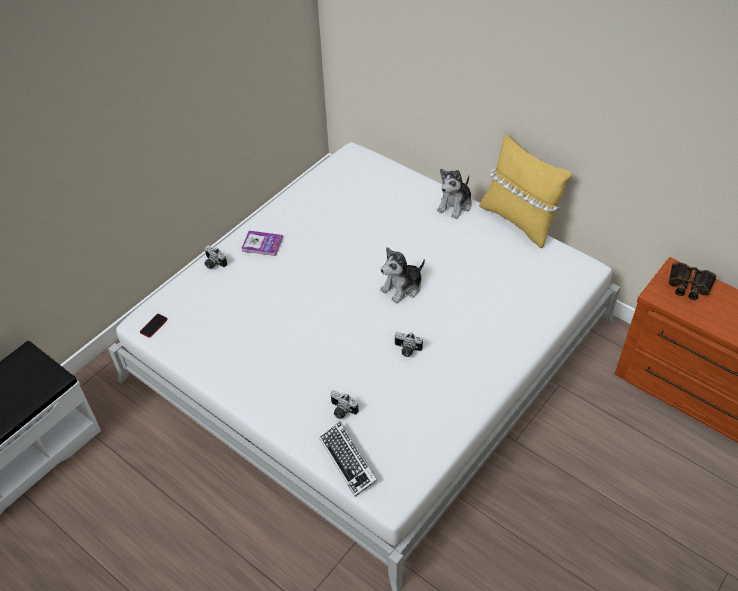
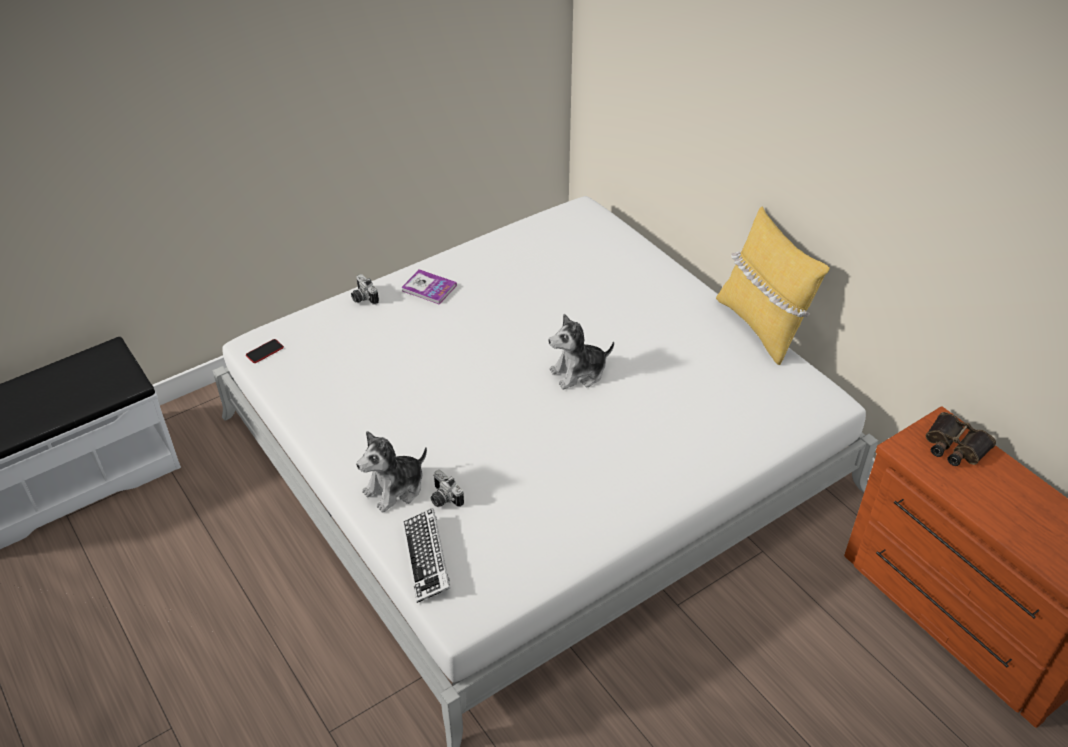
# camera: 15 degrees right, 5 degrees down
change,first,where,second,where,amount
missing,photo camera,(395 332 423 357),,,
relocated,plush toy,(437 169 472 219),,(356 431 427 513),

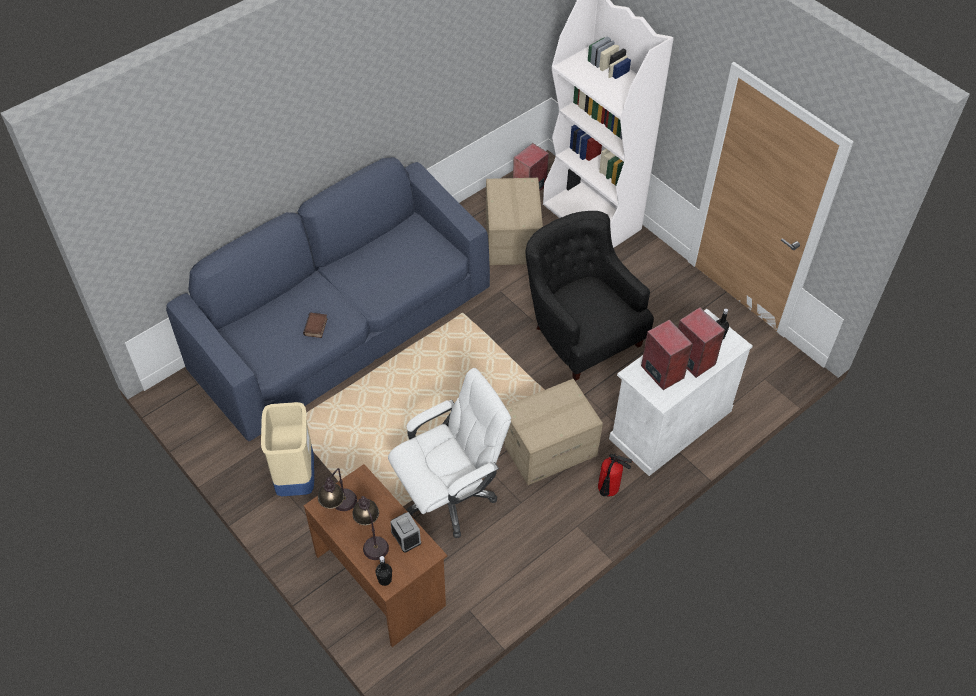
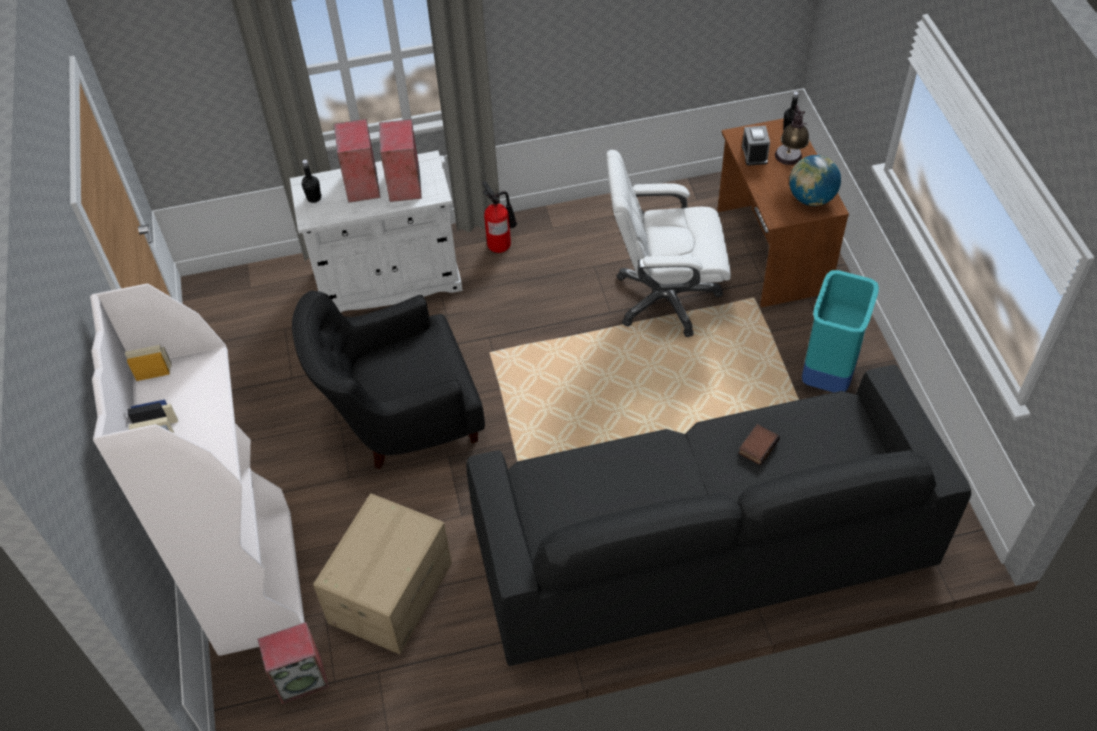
# camera: 150 degrees left, 0 degrees up
change,first,where,second,where,amount
colour,blue-coloured sofa,(166 157 490 442),black-coloured sofa,(466 365 971 666),
colour,beige-coloured waste bin,(261 402 314 496),turquoise-coloured waste bin,(802 270 879 393),
exchanged,lamp for a table,(318 468 357 511),desk globe,(789 155 841 206),
missing,cardboard box,(503 379 603 485),,,
spun,black-coloured armchair,(526 211 654 381),,(292 290 485 469),75 degrees clockwise

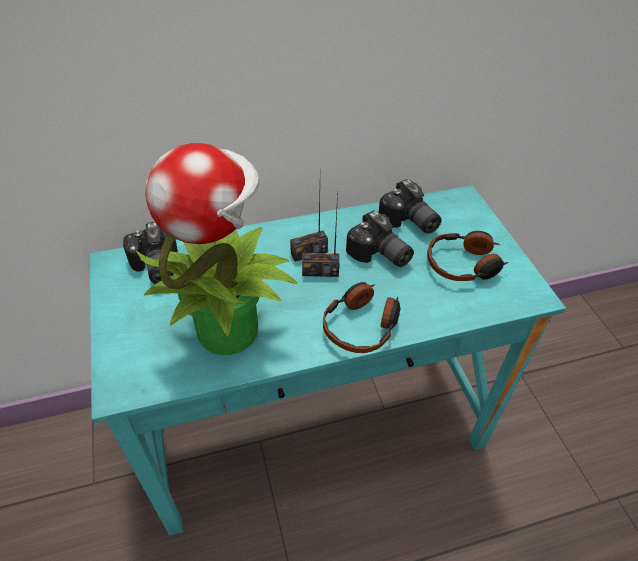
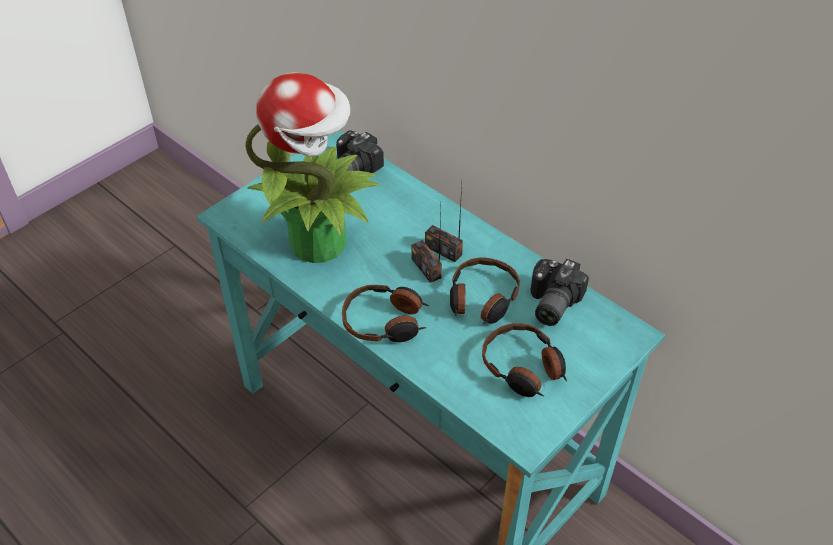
# camera: 60 degrees right, 0 degrees up
change,first,where,second,where,amount
exchanged,photo camera,(346 210 414 267),headset,(450 258 520 324),

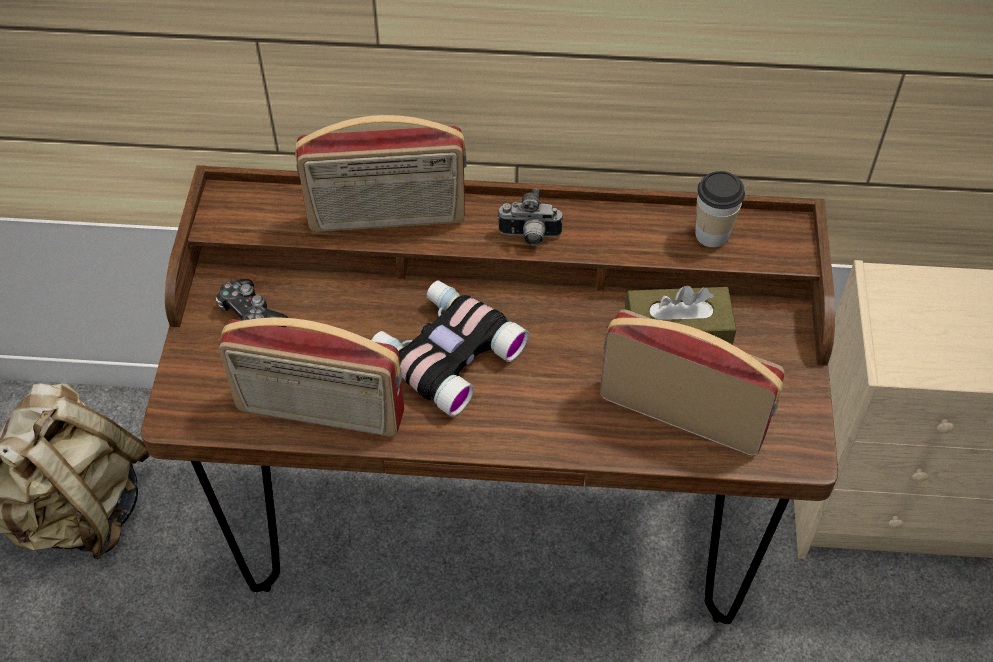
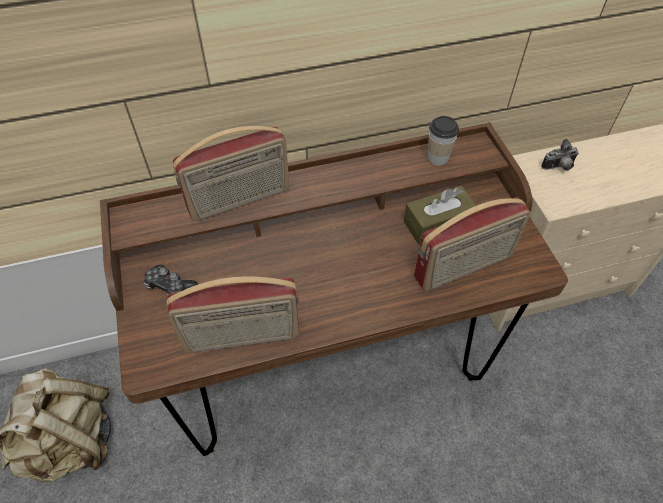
# camera: 20 degrees left, 0 degrees up
change,first,where,second,where,amount
missing,field glasses,(371 280 529 417),,,
relocated,photo camera,(497 189 563 245),,(541 139 579 171),
spun,radio,(600 310 785 456),,(414 197 531 291),150 degrees clockwise

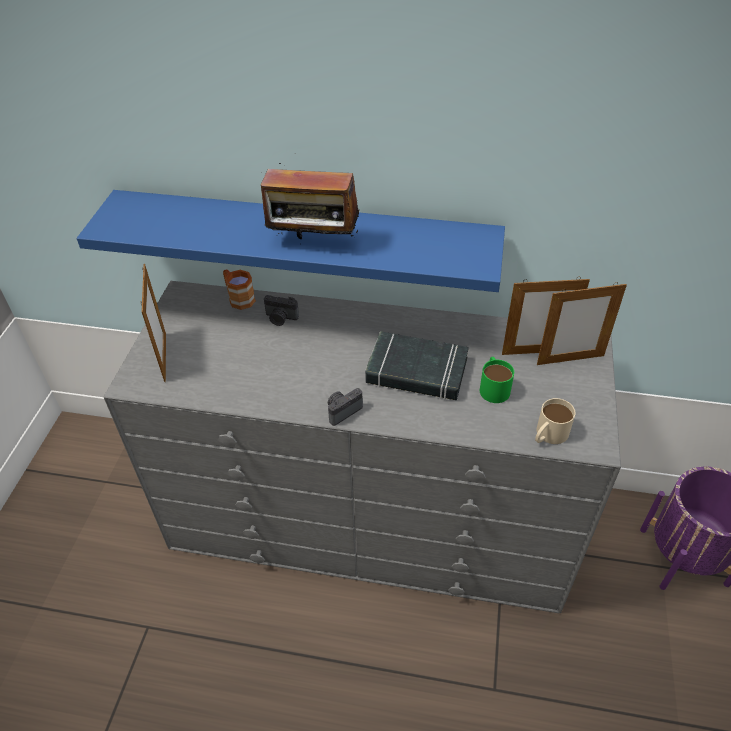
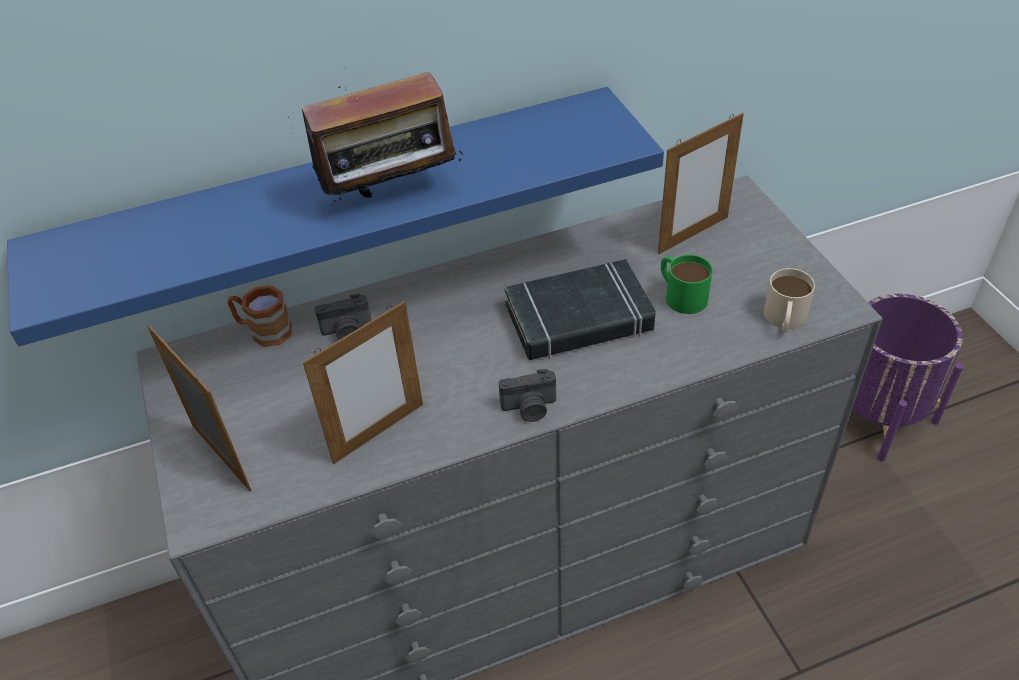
# camera: 30 degrees left, 0 degrees up
change,first,where,second,where,amount
spun,photo camera,(328 388 363 426),,(499 369 556 422),120 degrees counterclockwise
relocated,picture frame,(537 282 627 365),,(303 301 423 464),

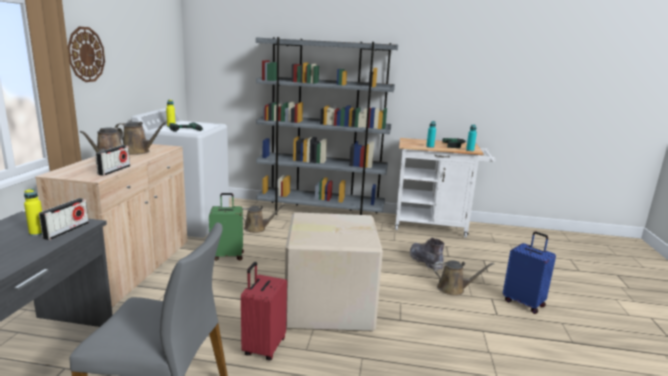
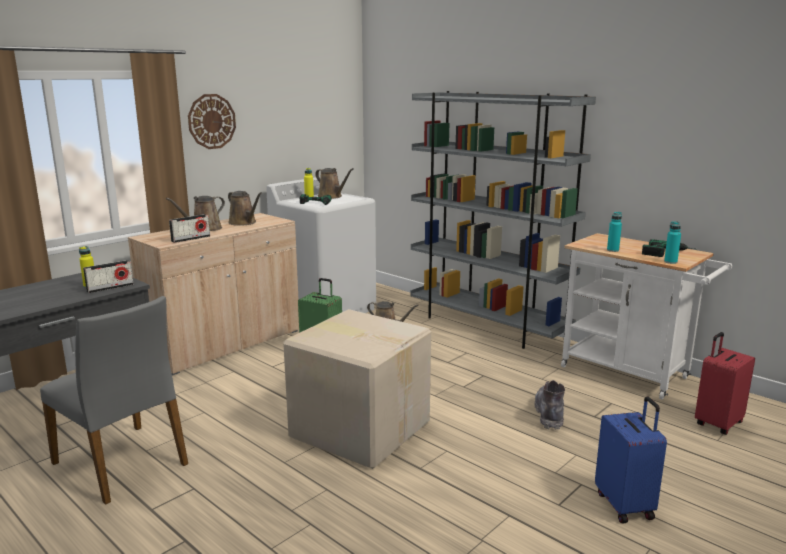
# camera: 35 degrees right, 0 degrees up
change,first,where,second,where,amount
relocated,reddish piece of luggage,(241 262 287 360),,(695 332 755 435),
relocated,brownish watering can,(433 260 494 296),,(315 168 354 199),

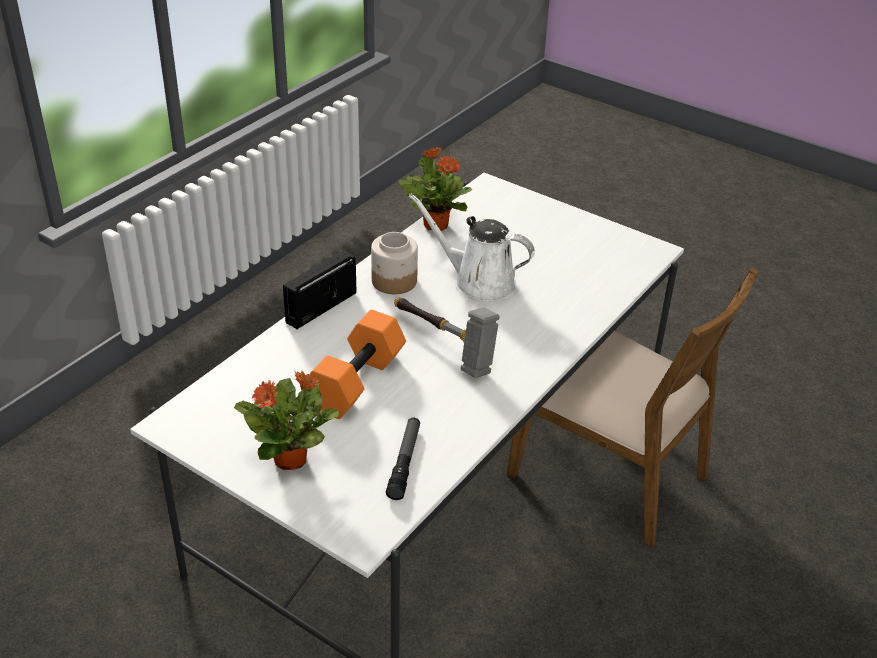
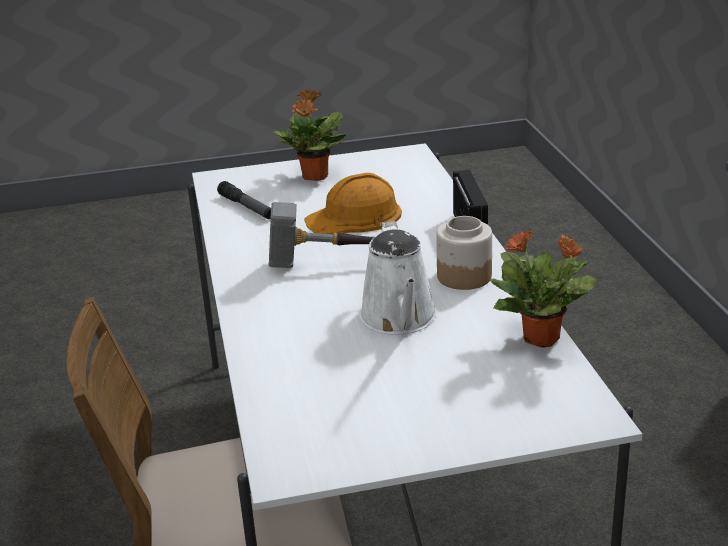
# camera: 135 degrees right, 10 degrees down
change,first,where,second,where,amount
exchanged,orangey hand weight,(309 310 406 419),orangey safety helmet,(304 173 402 234),
spun,white watering can,(409 194 535 302),,(359 221 437 335),105 degrees clockwise

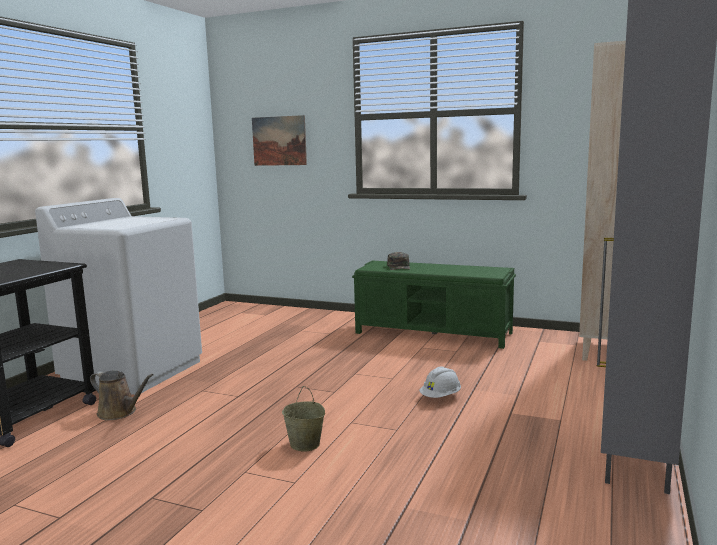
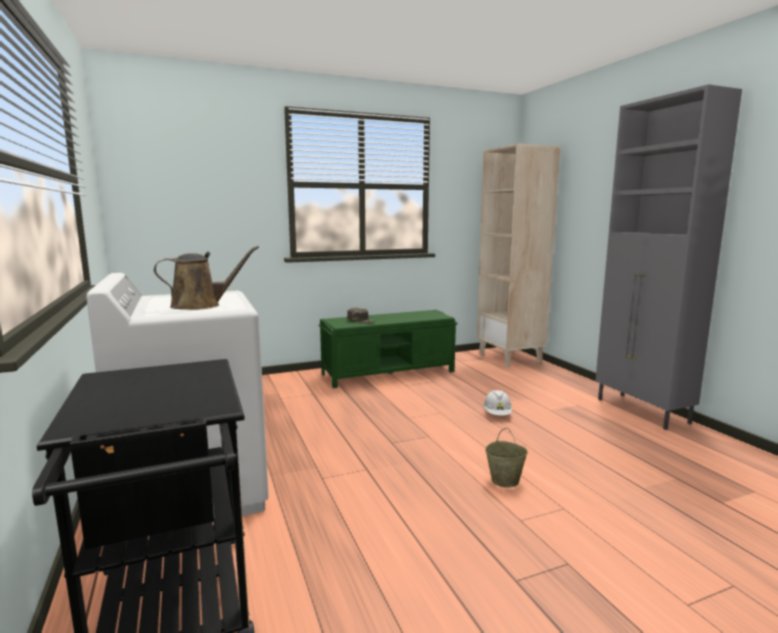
# camera: 45 degrees left, 0 degrees up
change,first,where,second,where,amount
relocated,brownish watering can,(90 371 154 420),,(154 246 259 310),
missing,wall picture,(252 115 307 166),,,

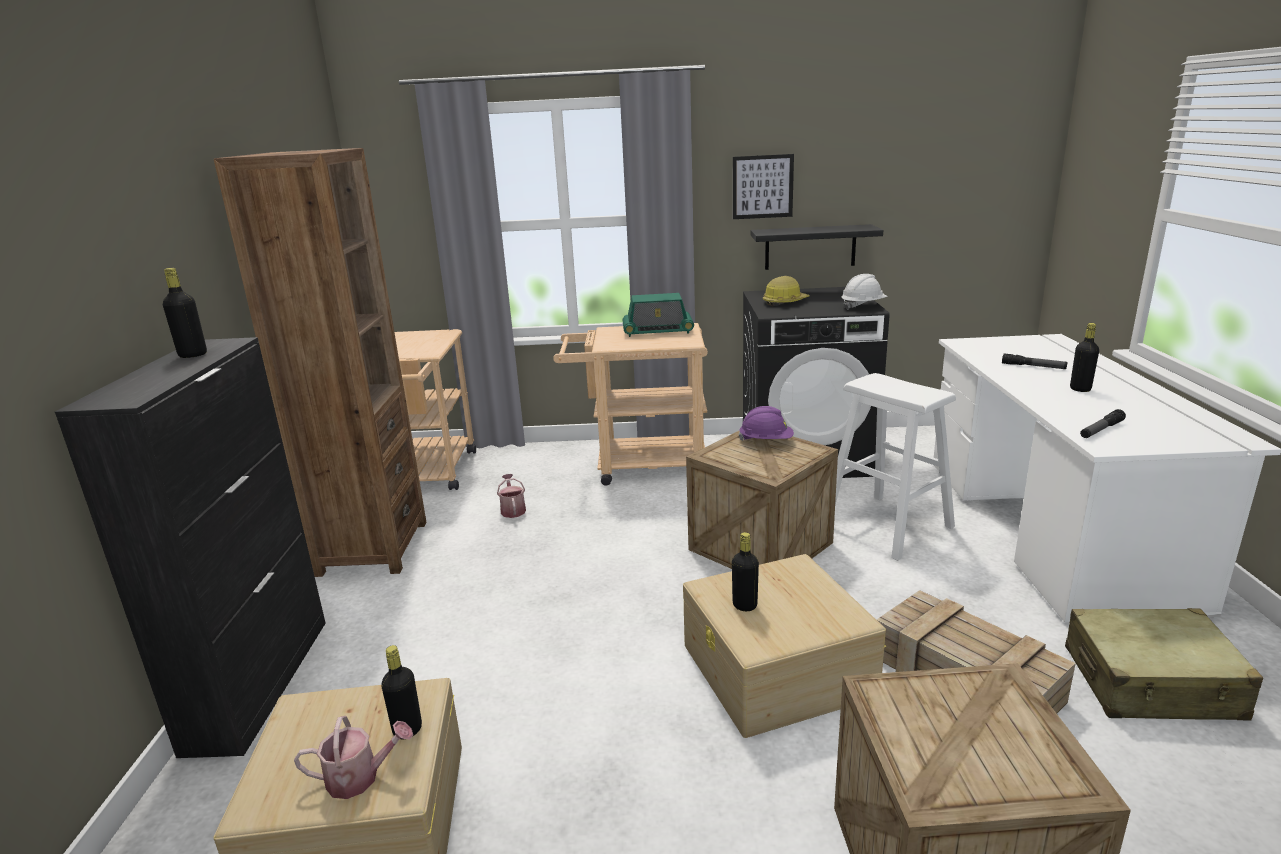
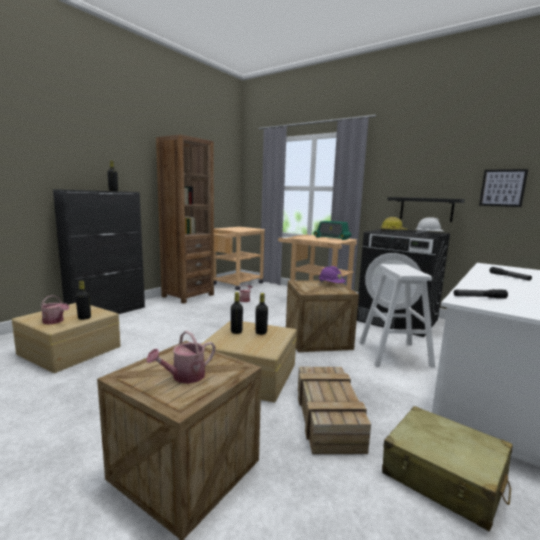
# camera: 35 degrees right, 10 degrees down
change,first,where,second,where,amount
relocated,wall picture,(733 154 794 219),,(479 169 528 207),
relocated,black-coloured beverage bottle,(1070 323 1099 392),,(255 293 268 335),
appeared,,,watering can,(146 331 215 384),

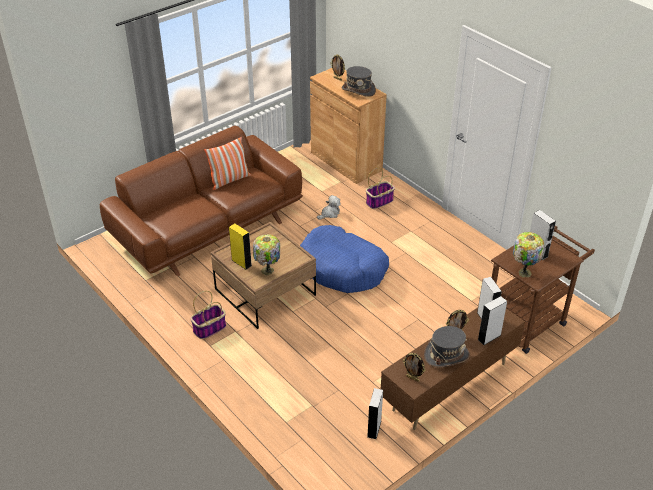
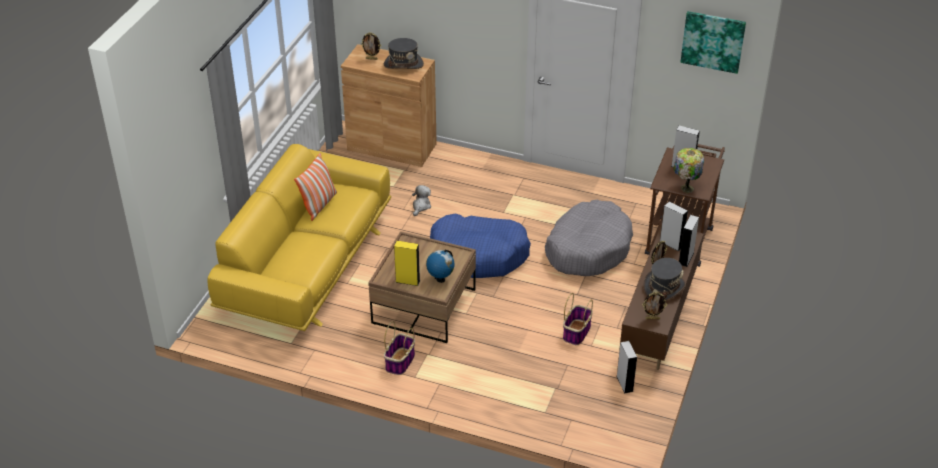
# camera: 30 degrees left, 0 degrees up
change,first,where,second,where,amount
colour,brownish sofa,(100 126 303 277),yellow-coloured sofa,(207 144 391 331),
exchanged,lamp for a table,(253 234 280 275),desk globe,(426 250 454 283),
relocated,basket,(366 167 395 209),,(563 293 593 345),
appeared,,,grey dog cushion,(545 200 633 276),
appeared,,,wall picture,(681 11 746 74),

